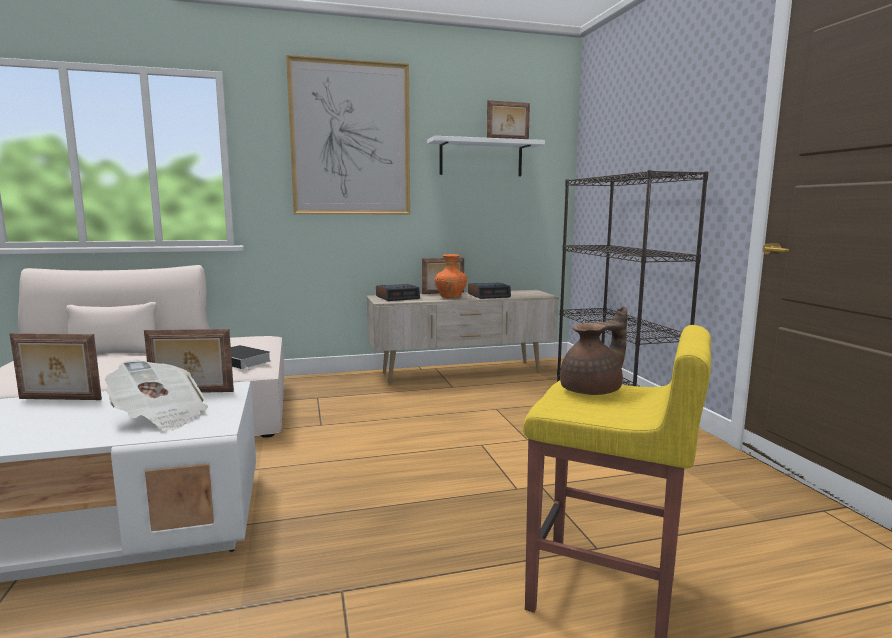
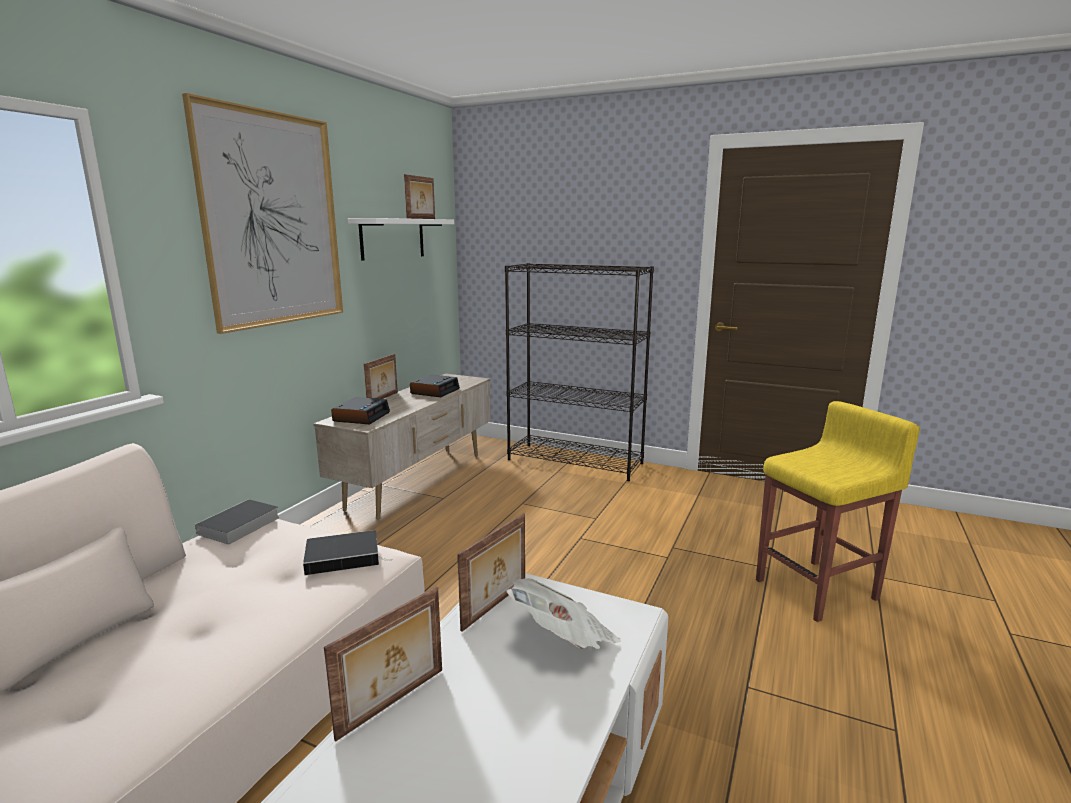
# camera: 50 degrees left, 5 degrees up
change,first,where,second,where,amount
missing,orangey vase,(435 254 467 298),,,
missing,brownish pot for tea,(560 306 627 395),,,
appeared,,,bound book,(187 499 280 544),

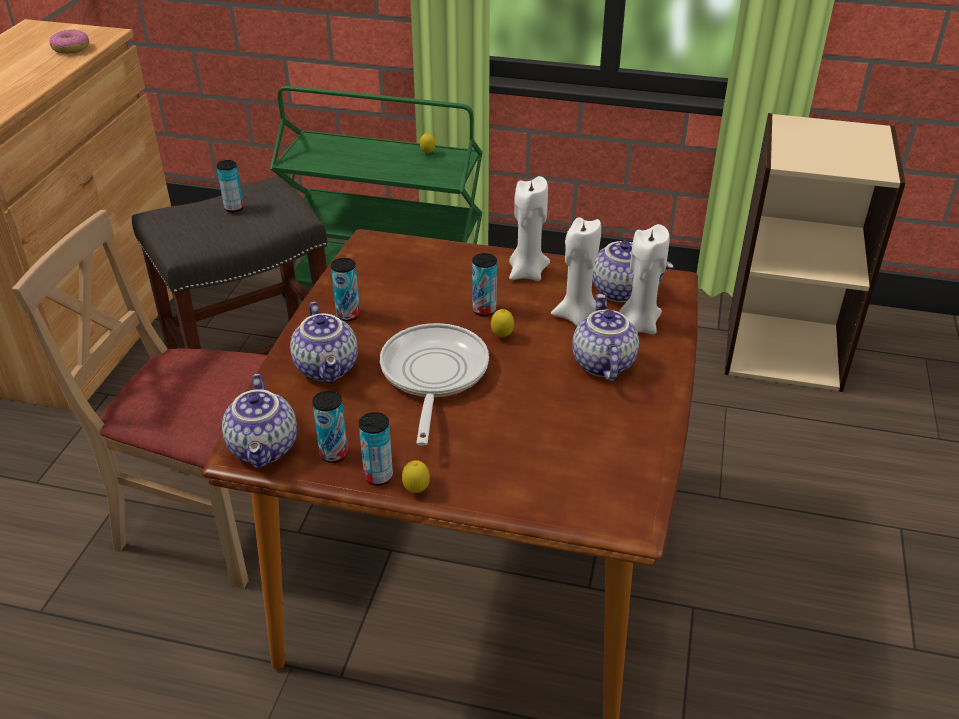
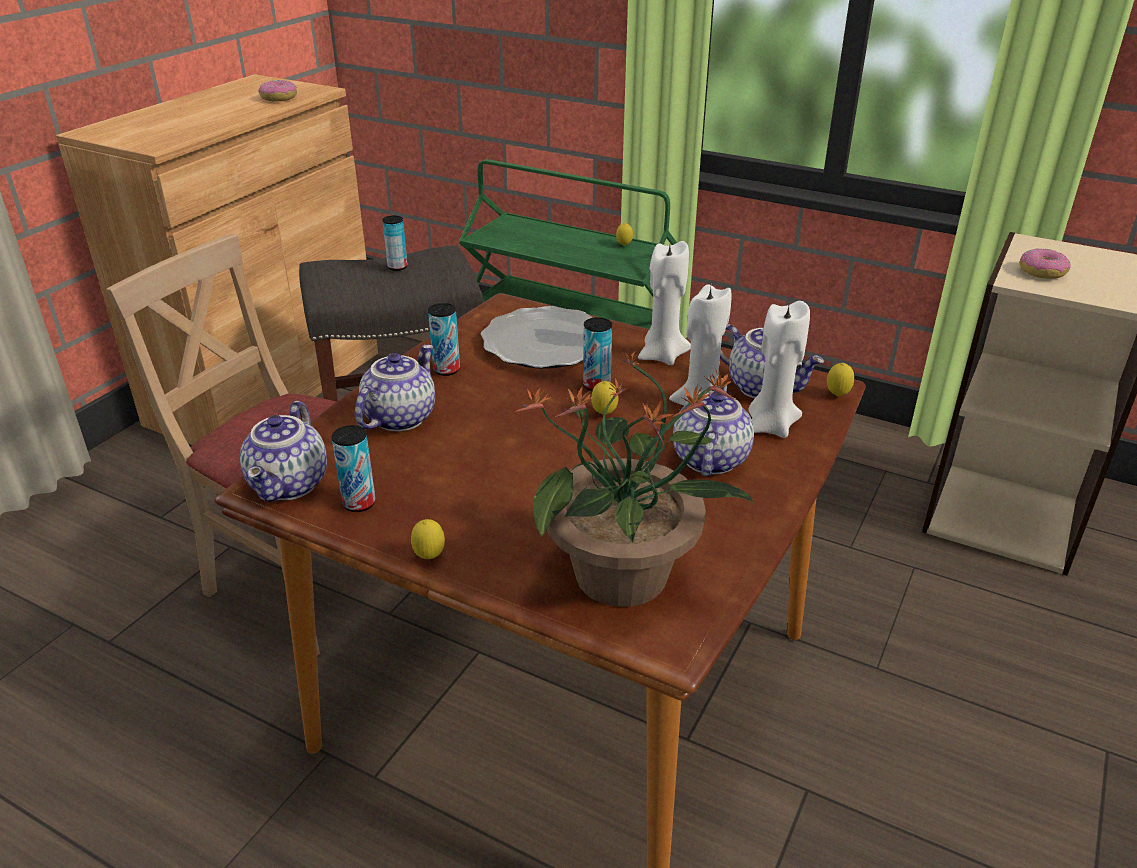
# camera: 15 degrees right, 5 degrees down
change,first,where,second,where,amount
spun,pot for tea,(290 302 358 383),,(355 345 435 432),150 degrees counterclockwise
missing,metal can,(359 412 393 485),,,
missing,skillet,(380 323 489 446),,,
appeared,,,flat dish,(481 306 593 369),
appeared,,,potted plant,(514 350 754 607),
appeared,,,whole lemon,(827 363 854 396),
appeared,,,ring doughnut,(1019 248 1071 279),

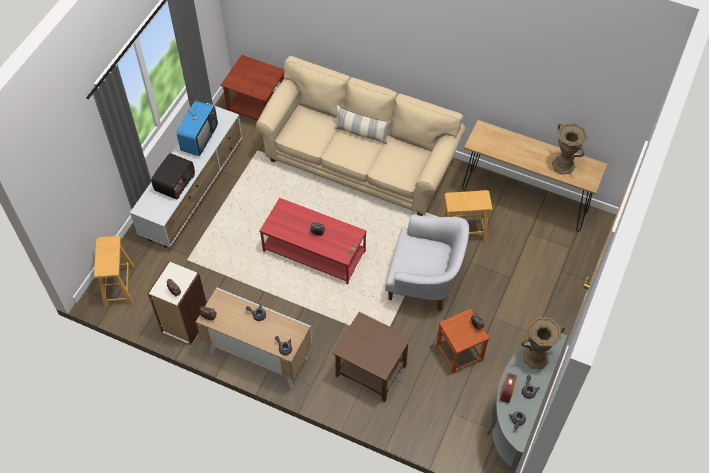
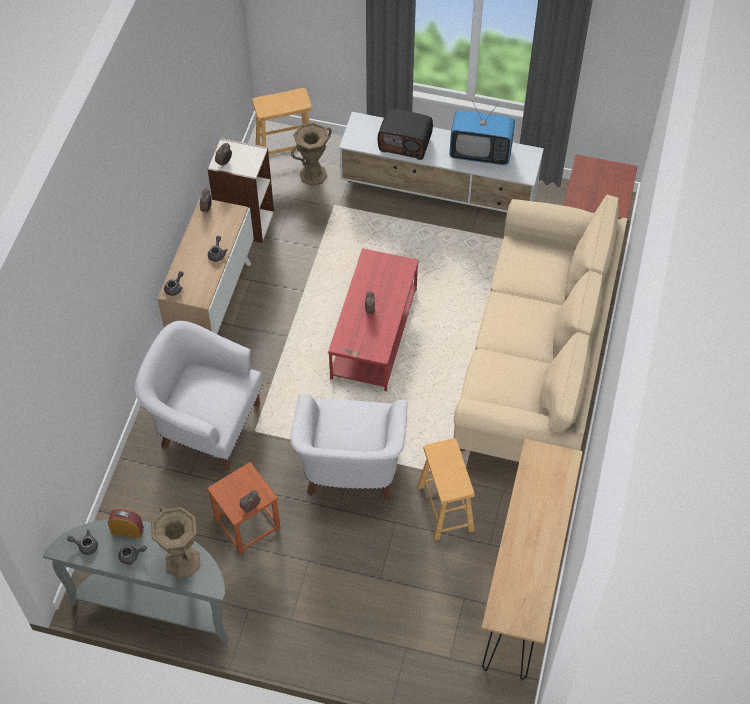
# camera: 80 degrees right, 0 degrees up
change,first,where,second,where,amount
exchanged,brownish side table,(333 312 411 402),white armchair,(135 321 263 471),
missing,pillow,(334 105 390 144),,,
relocated,brownish vase,(552 123 588 174),,(291 122 332 186),

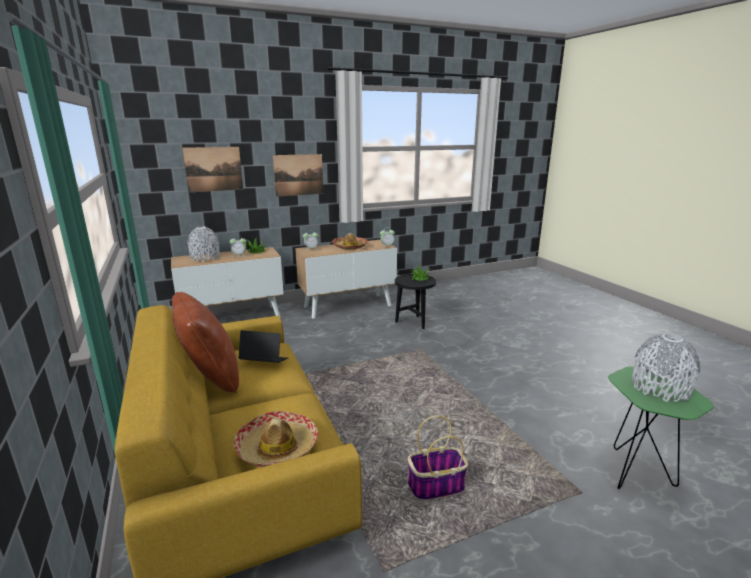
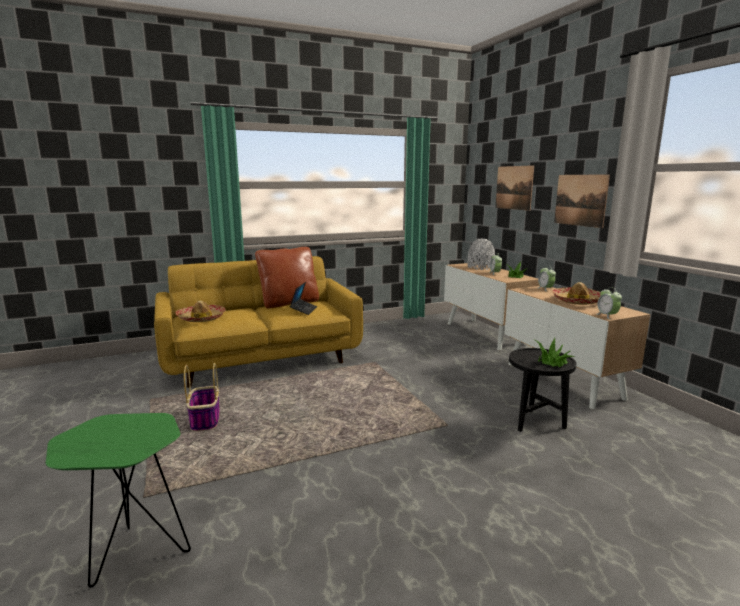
# camera: 90 degrees right, 5 degrees down
change,first,where,second,where,amount
missing,grey vase,(632 334 700 402),,,

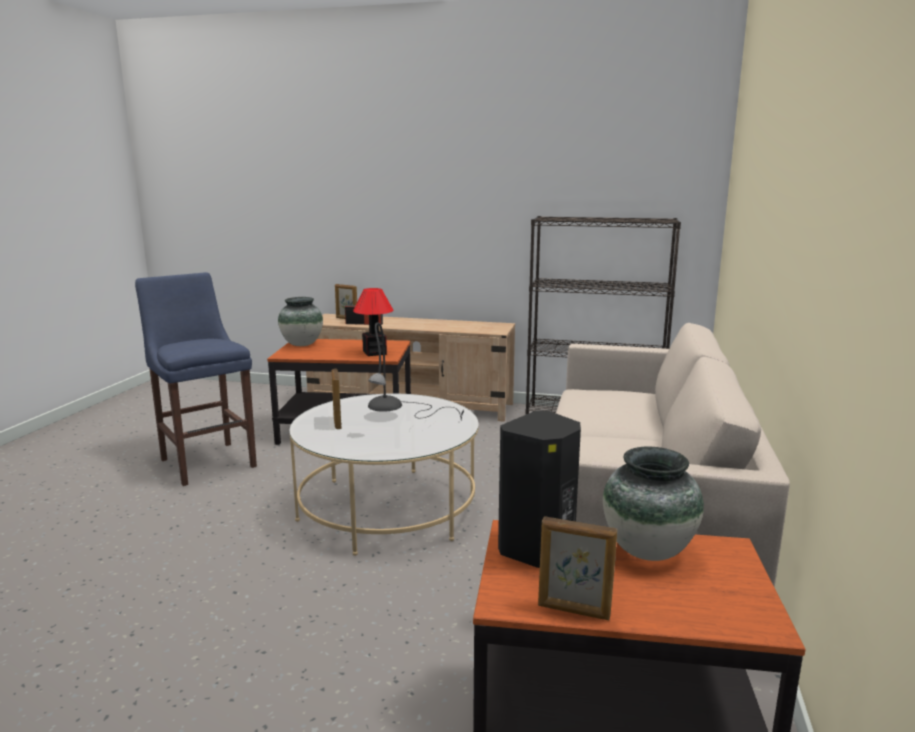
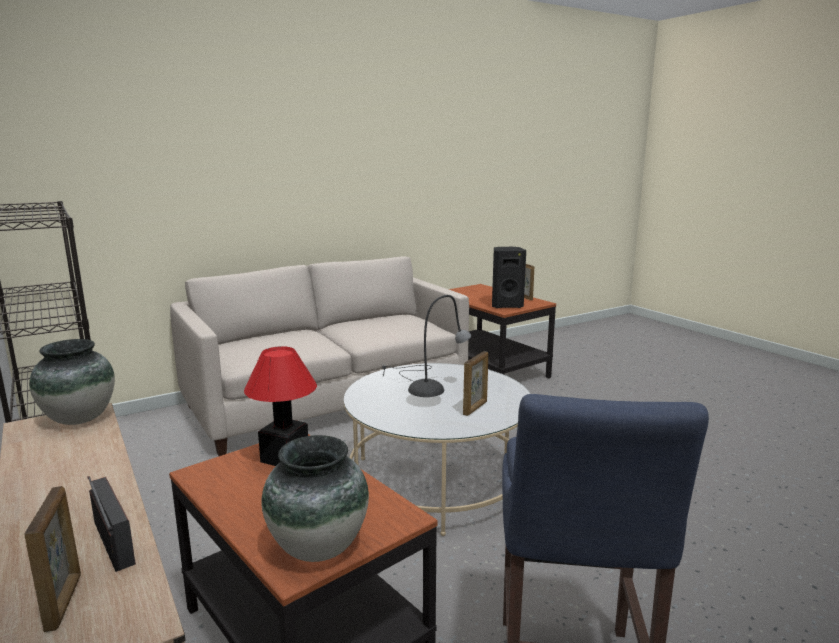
# camera: 135 degrees left, 0 degrees up
change,first,where,second,where,amount
relocated,vase,(603 447 704 561),,(29 339 115 425),

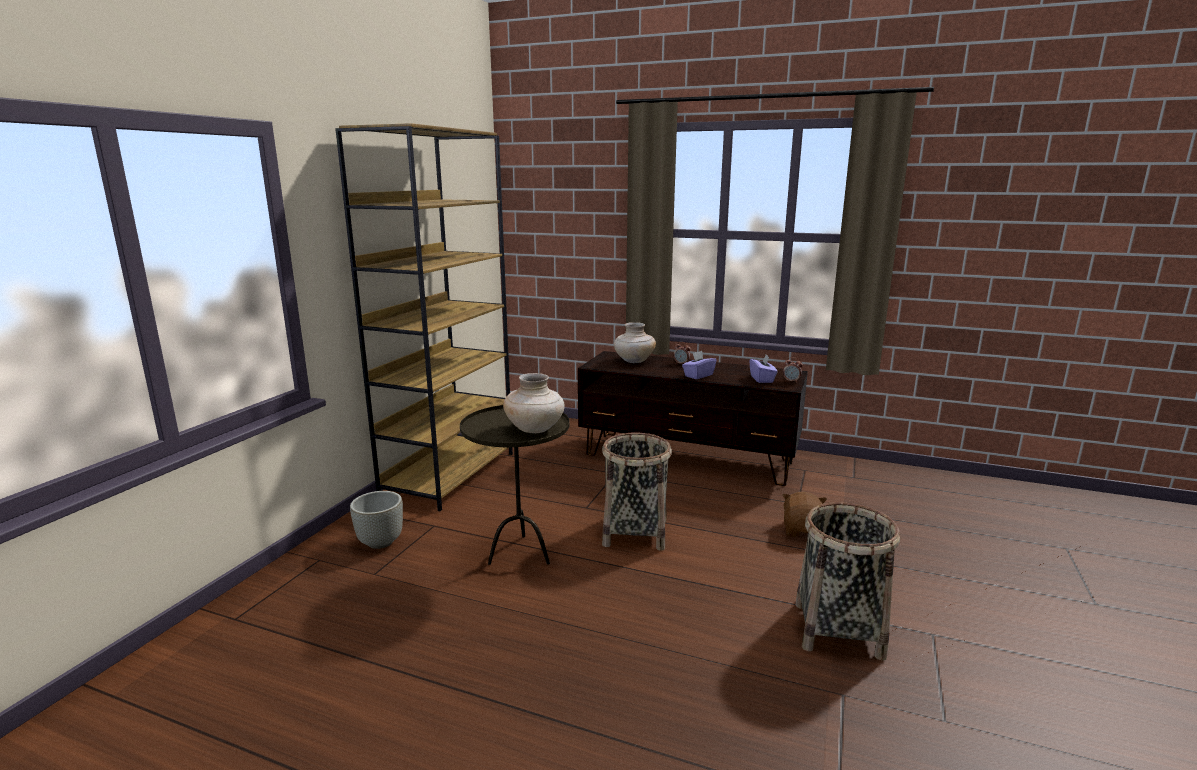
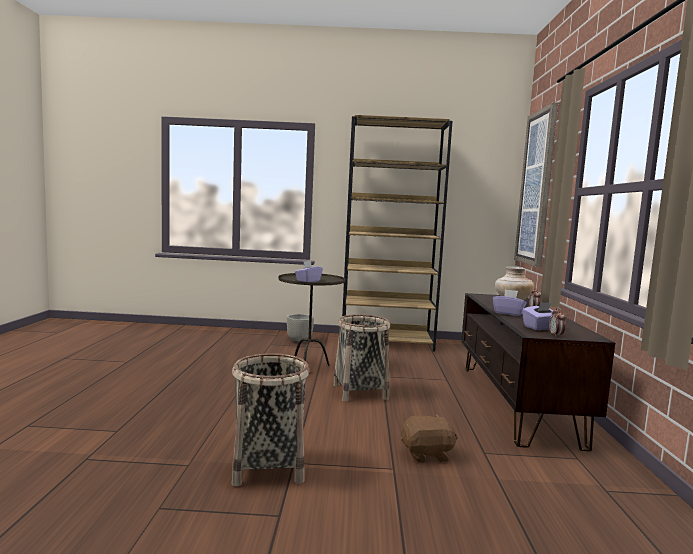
# camera: 70 degrees right, 10 degrees down
change,first,where,second,where,amount
exchanged,beige-coloured vase,(503 373 565 433),purple-coloured tissue holder,(295 261 323 282),
appeared,,,wall picture,(514 102 558 267),

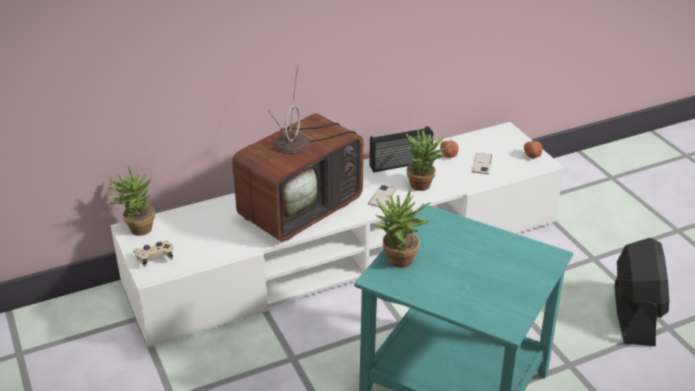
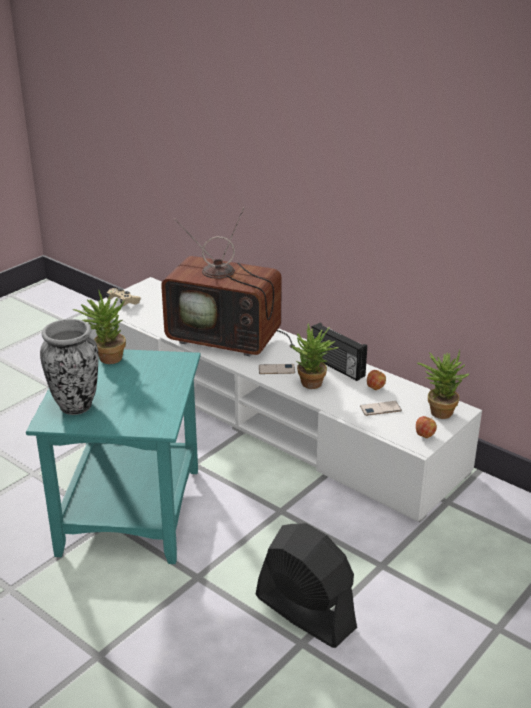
# camera: 65 degrees right, 5 degrees down
change,first,where,second,where,amount
relocated,potted plant,(103 165 155 236),,(417 350 469 419),
spun,black-coloured fan,(615 238 669 346),,(256 523 357 648),120 degrees counterclockwise
appeared,,,vase,(40 319 98 415),

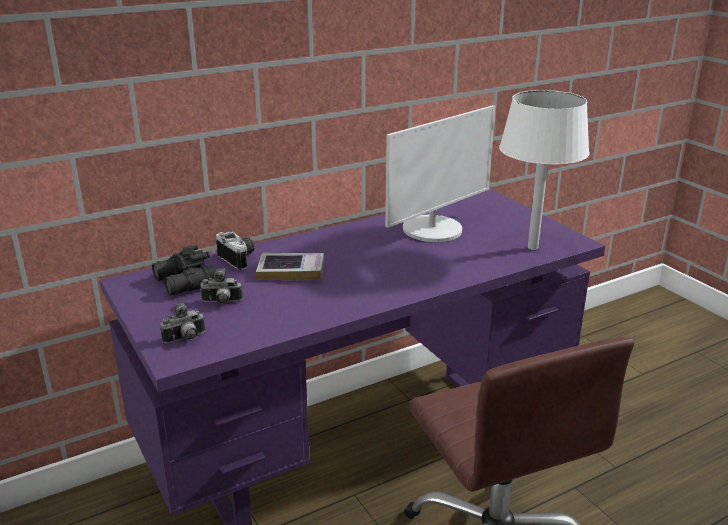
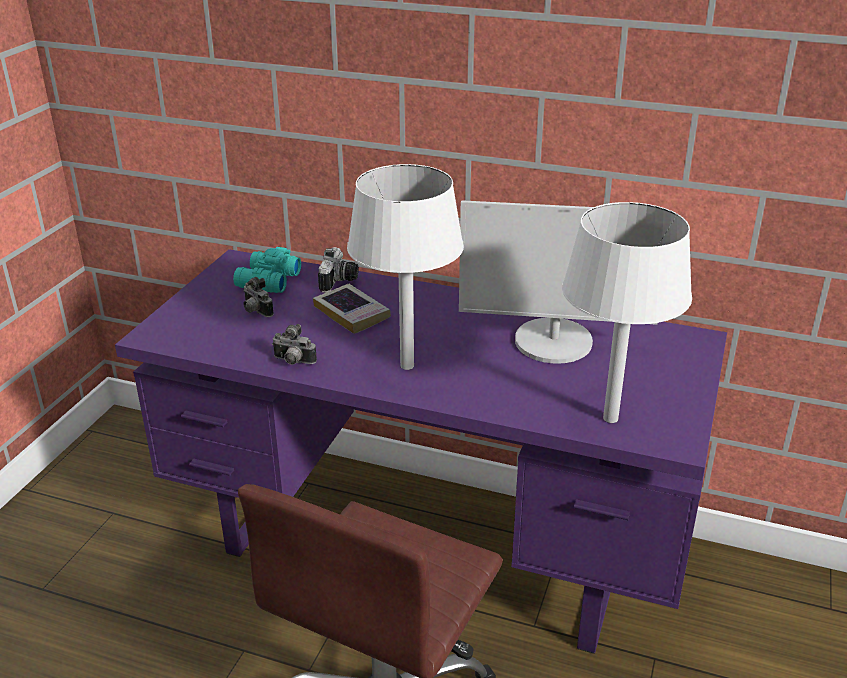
# camera: 50 degrees right, 5 degrees up
change,first,where,second,where,amount
colour,black-coloured field glasses,(152 245 215 296),turquoise-coloured field glasses,(233 247 301 293),
relocated,photo camera,(160 301 205 343),,(272 324 317 365),
appeared,,,white lamp for a table,(347 164 464 370),

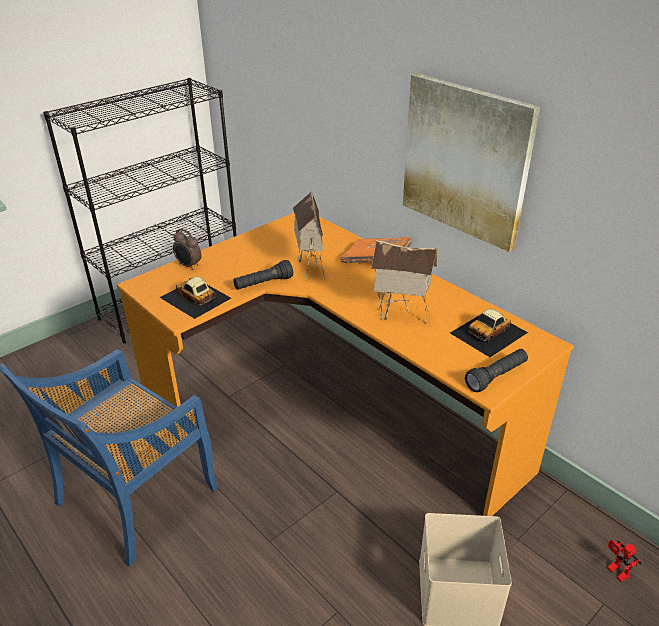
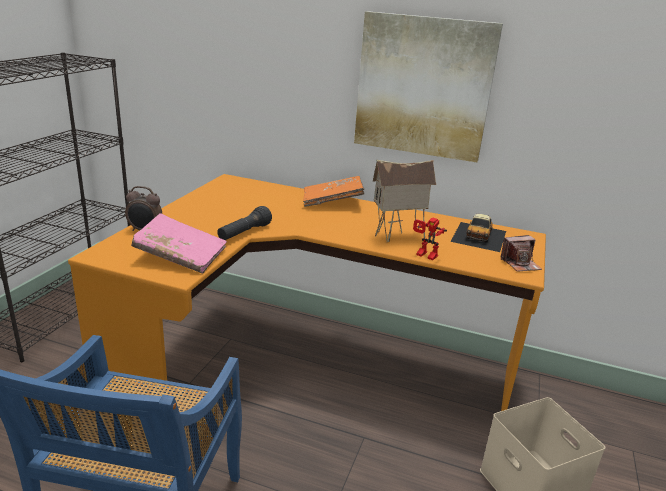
# camera: 30 degrees left, 10 degrees down
change,first,where,second,where,amount
exchanged,toy car,(159 277 231 319),pink bound book,(131 213 227 274),
missing,toy house,(293 191 325 281),,,
exchanged,black-coloured torch,(465 349 528 392),photo camera,(500 235 542 272),
relocated,robot figure,(607 540 642 582),,(413 218 447 260),

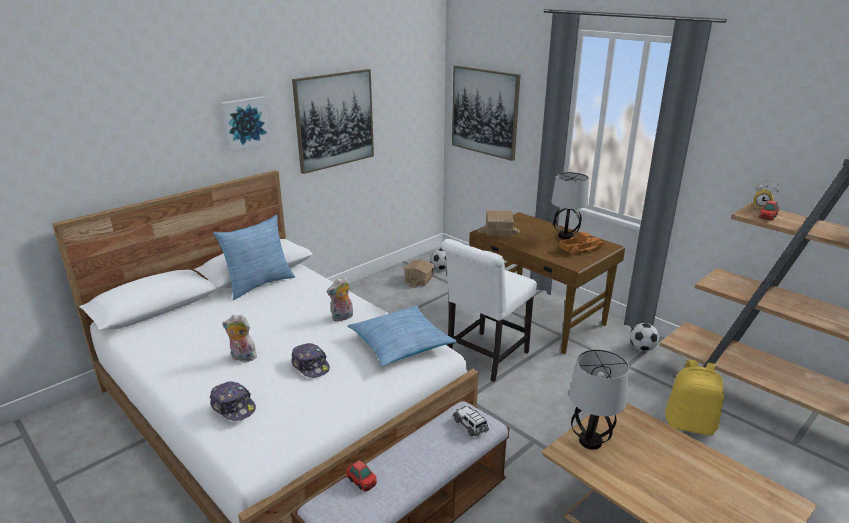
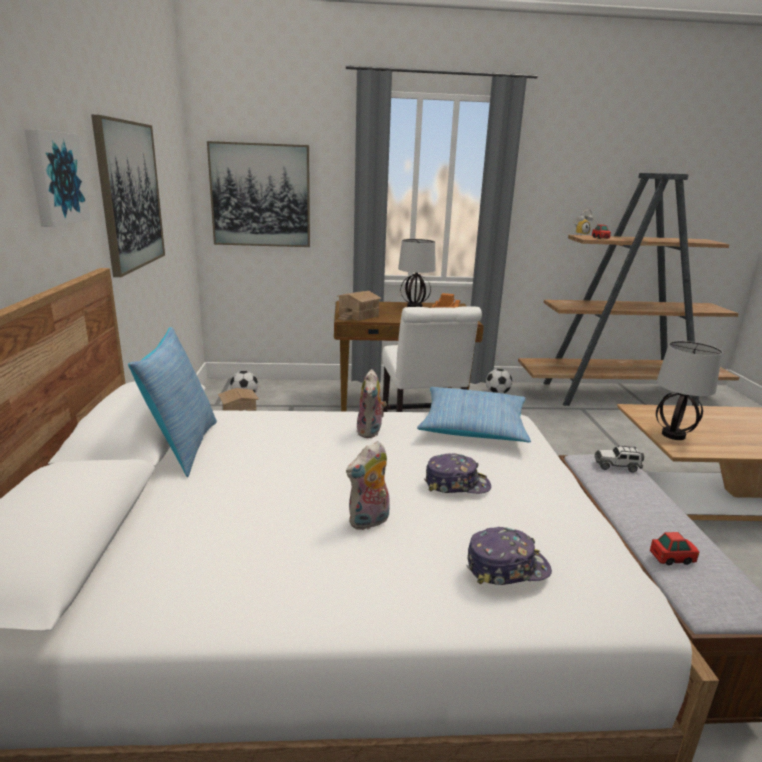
# camera: 50 degrees left, 5 degrees down
change,first,where,second,where,amount
missing,yellow-coloured backpack,(665 360 724 436),,,

